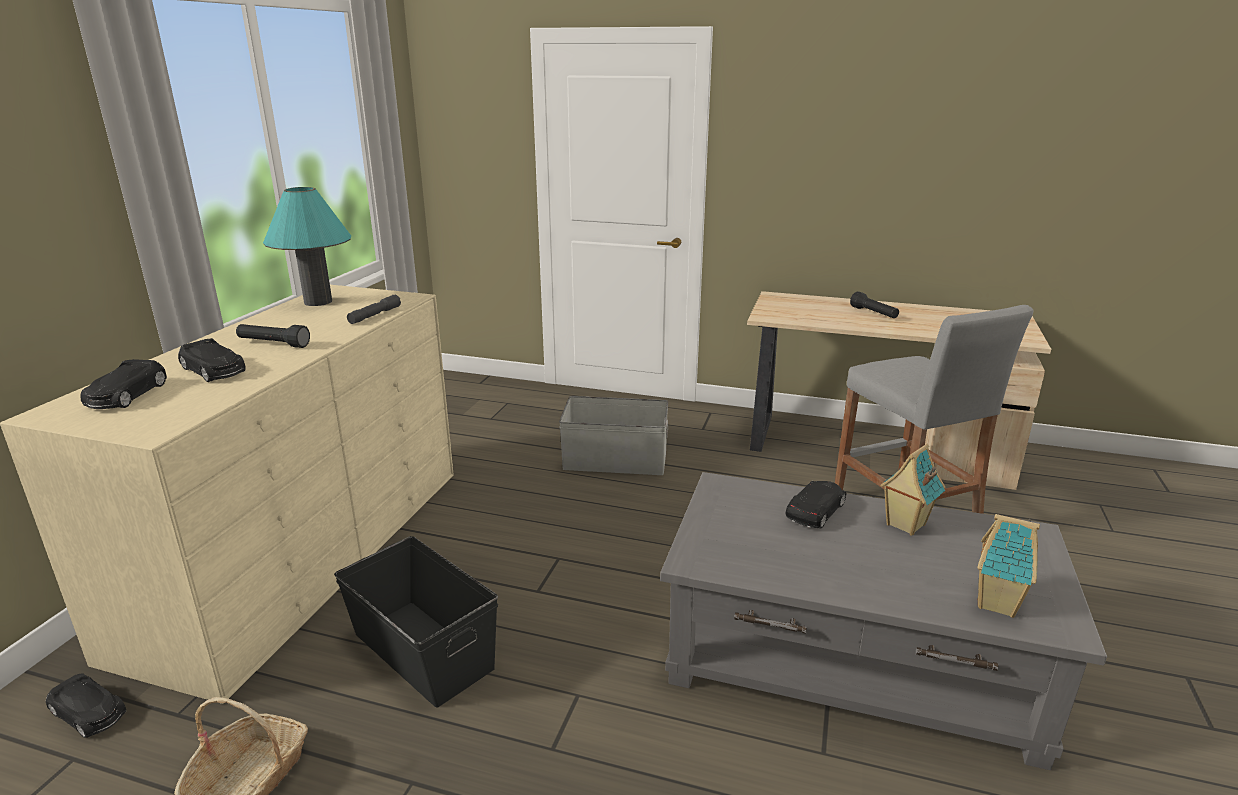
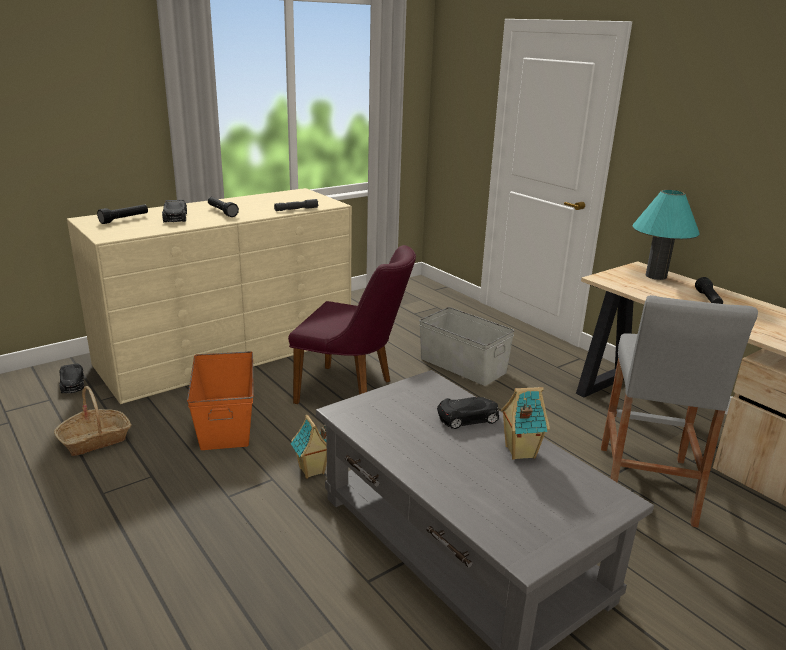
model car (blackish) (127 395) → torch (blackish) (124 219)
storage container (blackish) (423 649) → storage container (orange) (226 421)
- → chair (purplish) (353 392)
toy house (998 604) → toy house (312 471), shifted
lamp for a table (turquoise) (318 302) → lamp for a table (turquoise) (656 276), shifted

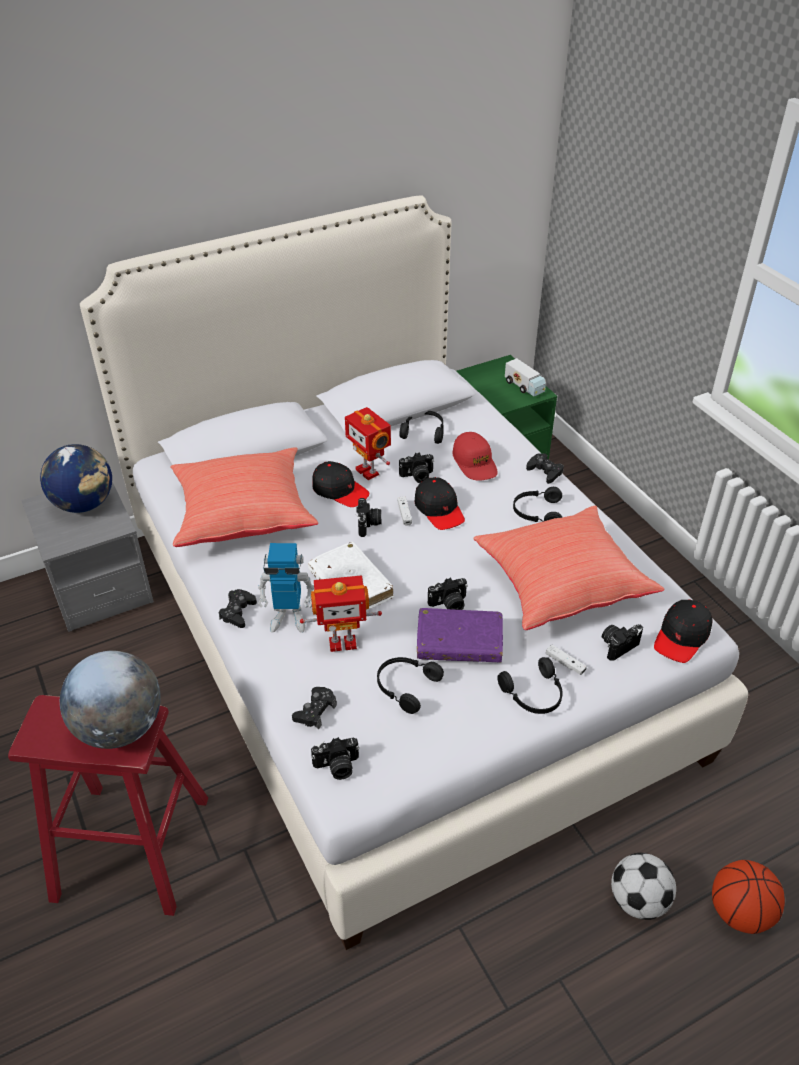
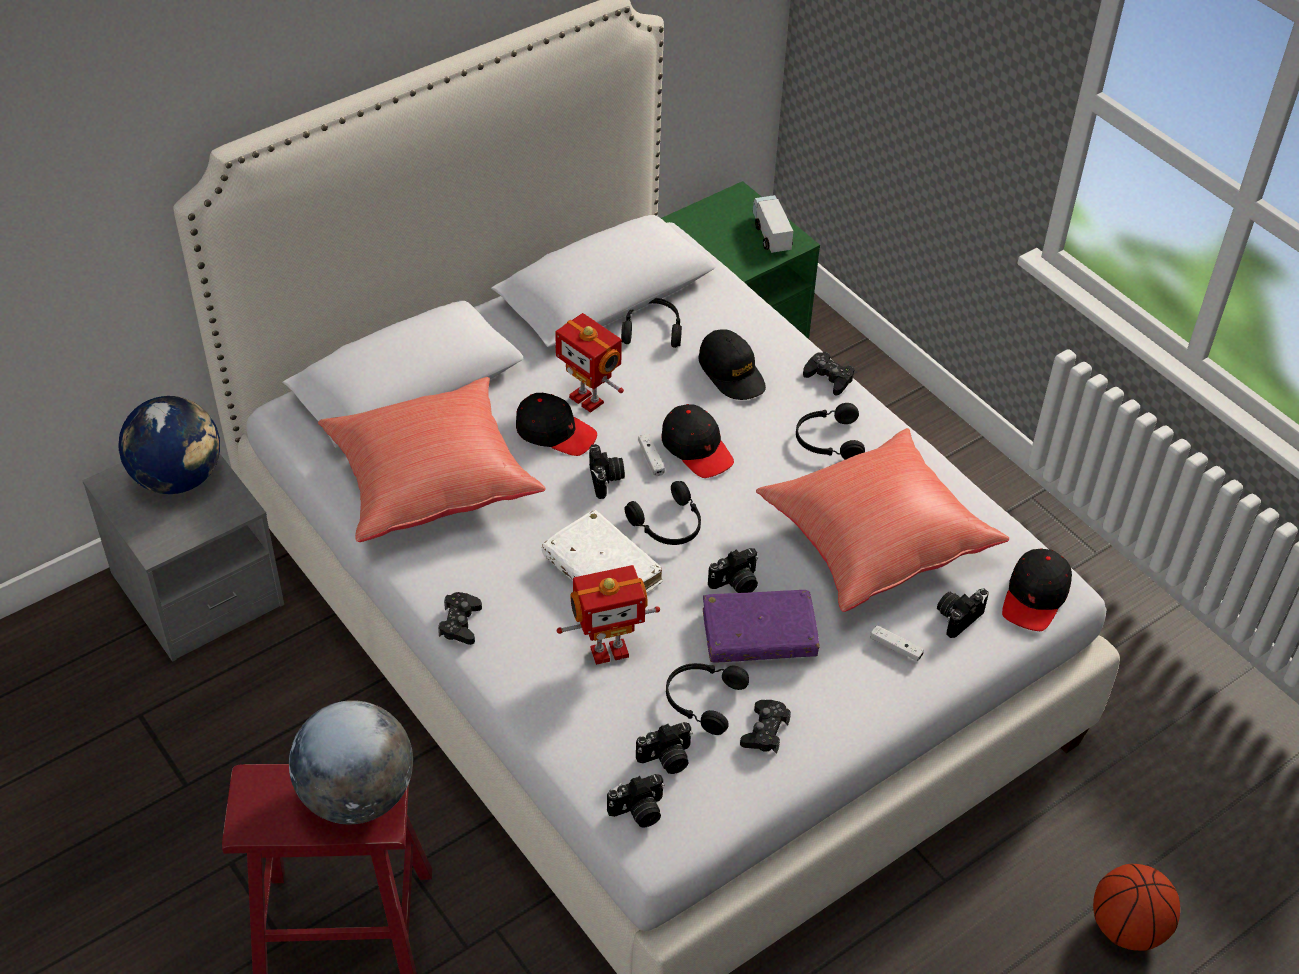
headset (blackish) (534 695) → headset (blackish) (669 525), shifted
photo camera (417 476) → photo camera (666 759), shifted
peaked cap (red) (475 463) → peaked cap (blackish) (732 373)
gamepad (blackish) (315 711) → gamepad (blackish) (765 731), shifted
model truck (524 386) → model truck (771 233), 150 degrees counterclockwise
toy robot (288 618) → -
football (638 901) → -

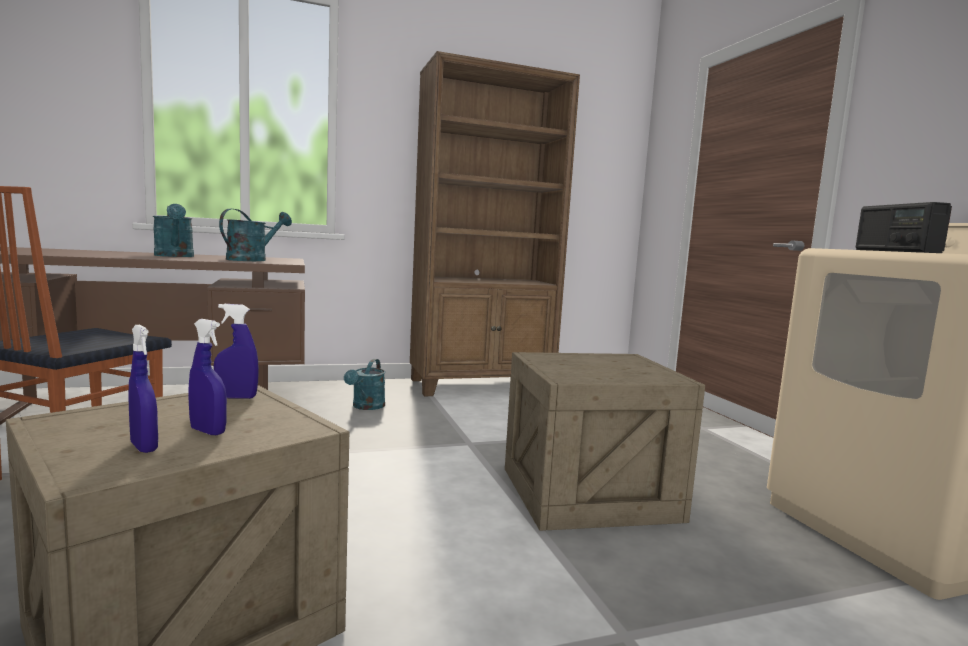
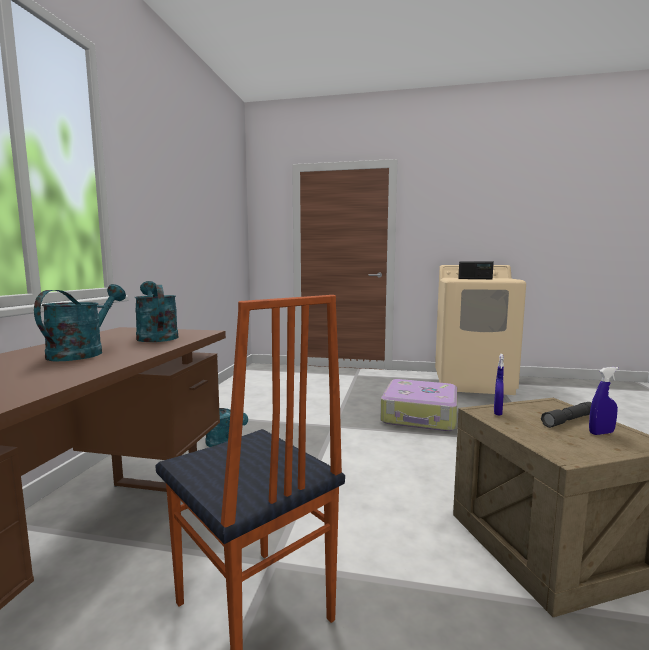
watering pot (turquoise) (175 256) → watering pot (turquoise) (83 353), 75 degrees counterclockwise
shipping crate (590 493) → travel case (420 416)
sprayer (blue-coloured) (208 431) → torch (greyish) (569 420)
bookshelf (brown) (482 385) → -

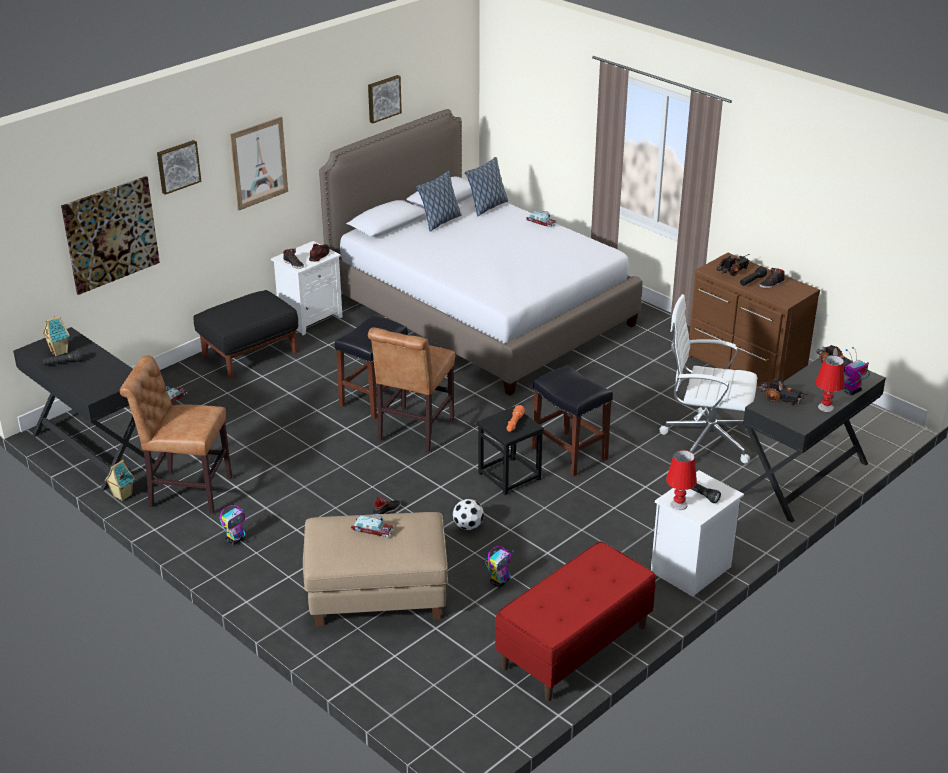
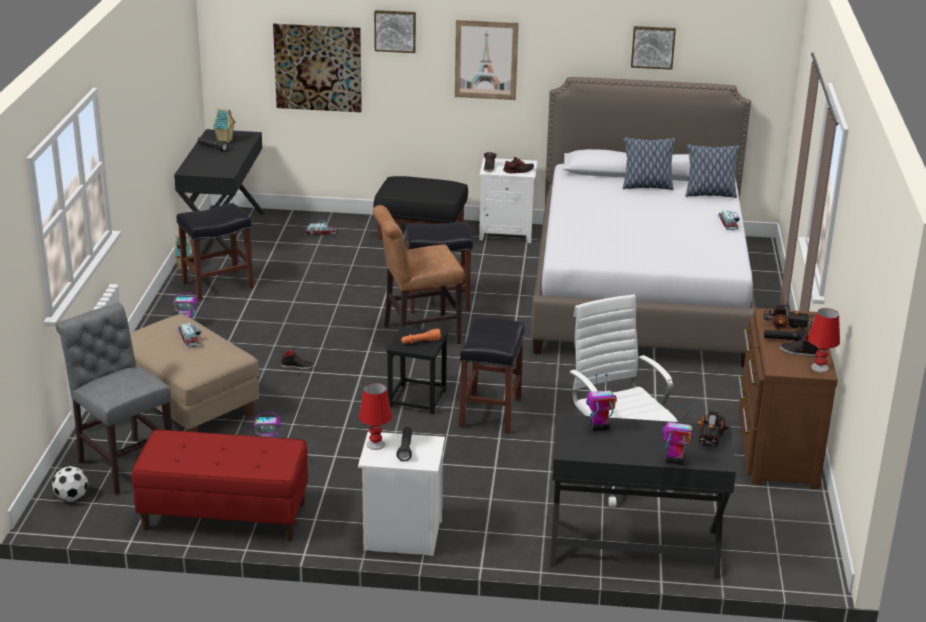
football (468 526) → football (71 498), shifted
- → chair (greyish) (124 463)
chair (brown) (186 491) → sitting stool (blackish) (218 285)
model truck (781 399) → toy robot (598 427)
lamp for a table (red) (826 407) → lamp for a table (red) (819 368), shifted

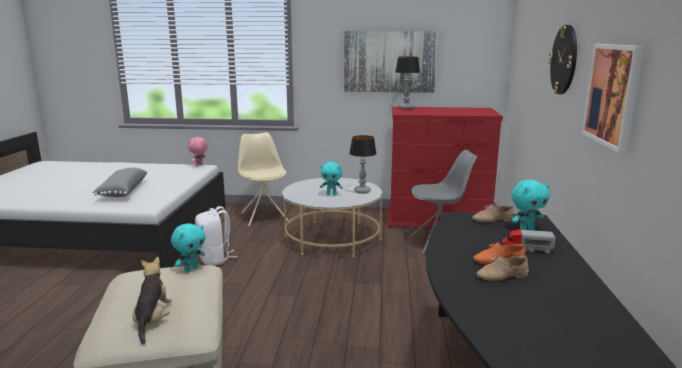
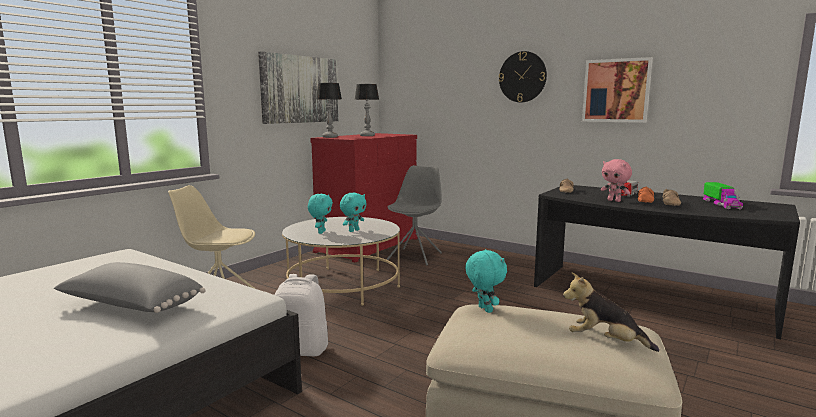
cuddly toy (turquoise) (526 229) → cuddly toy (turquoise) (321 232), shifted
lamp for a table (362 191) → lamp for a table (367 136), shifted
cuddly toy (pink) (199 165) → cuddly toy (pink) (614 201), shifted
- → model truck (721 204)

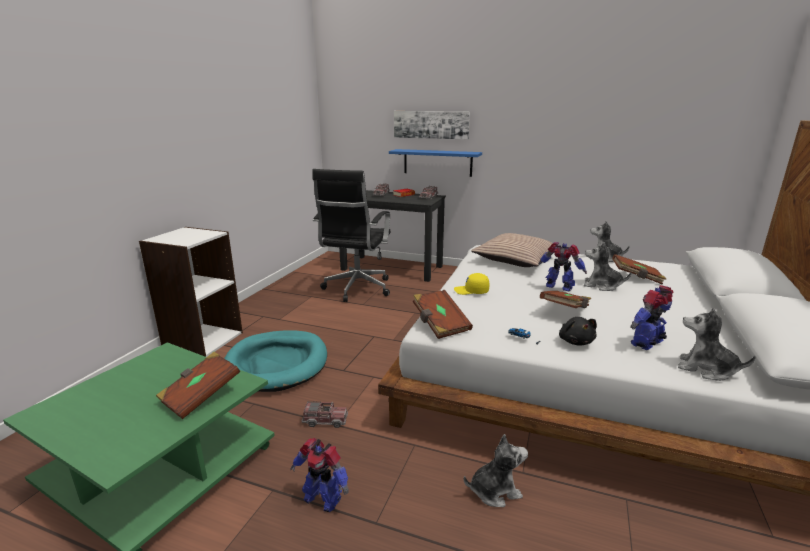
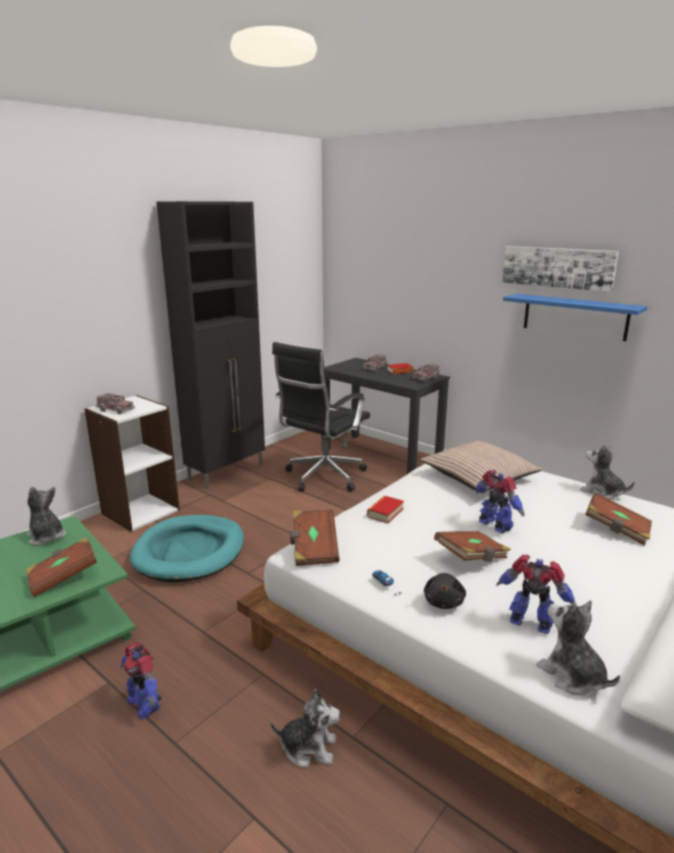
cuddly toy (601 285) → cuddly toy (46 537), shifted
model truck (325 420) → model truck (116 410), shifted
- → storage cabinet (blackish) (227 472)
peaked cap (yellowish) (471 291) → book (385 512)
toy robot (648 343) → toy robot (531 624), 45 degrees clockwise
wall art (431 124) → wall art (557 267), shifted
bracket shelf (blue-coloured) (437 162) → bracket shelf (blue-coloured) (574 316), shifted

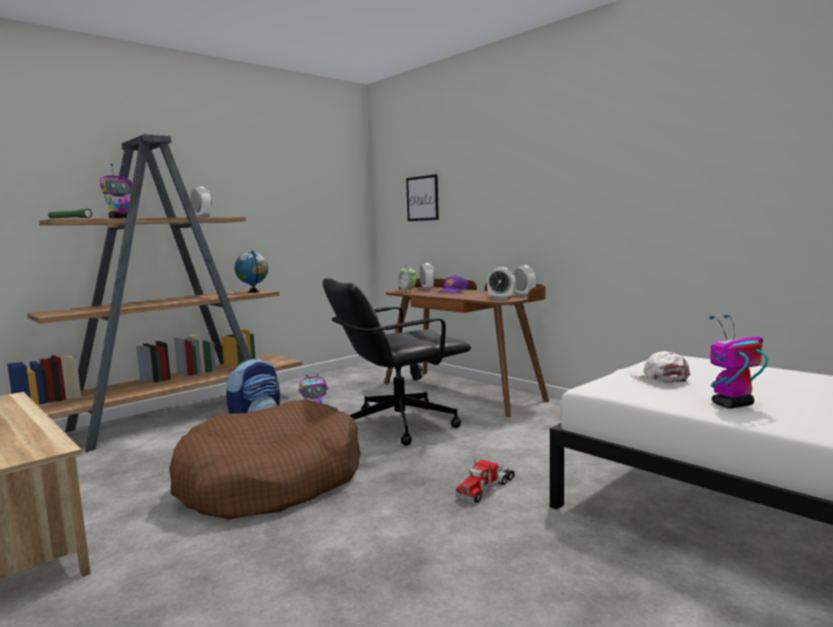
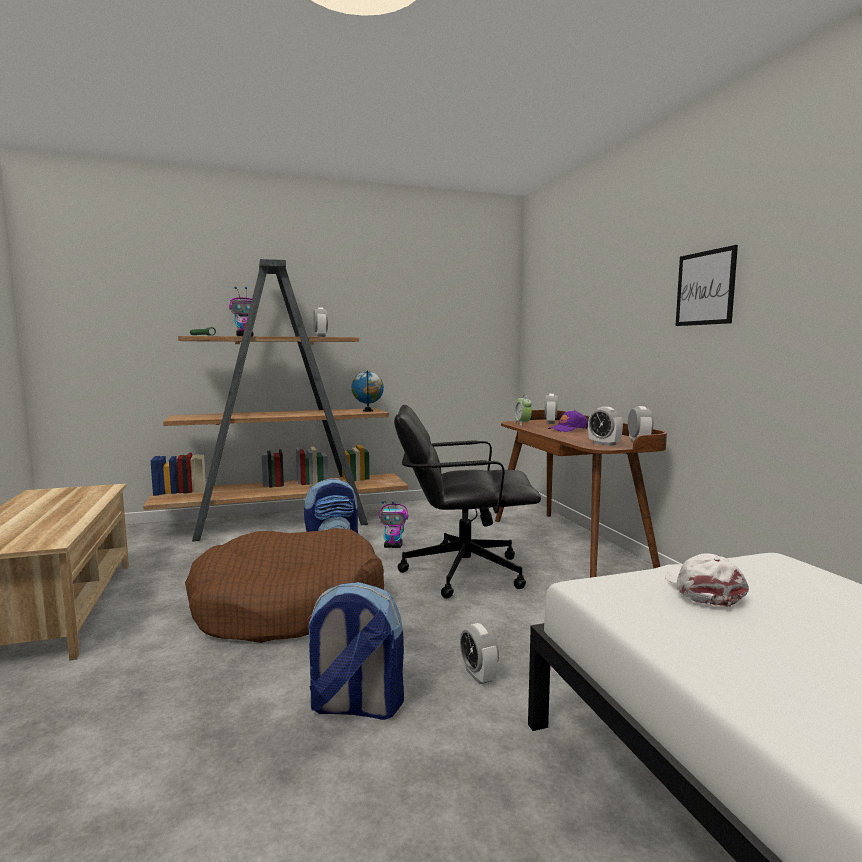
- → rucksack (355 706)
model truck (486 488) → alarm clock (478 675)
wall art (422 198) → wall art (705 288), shifted
toy robot (732 405) → -

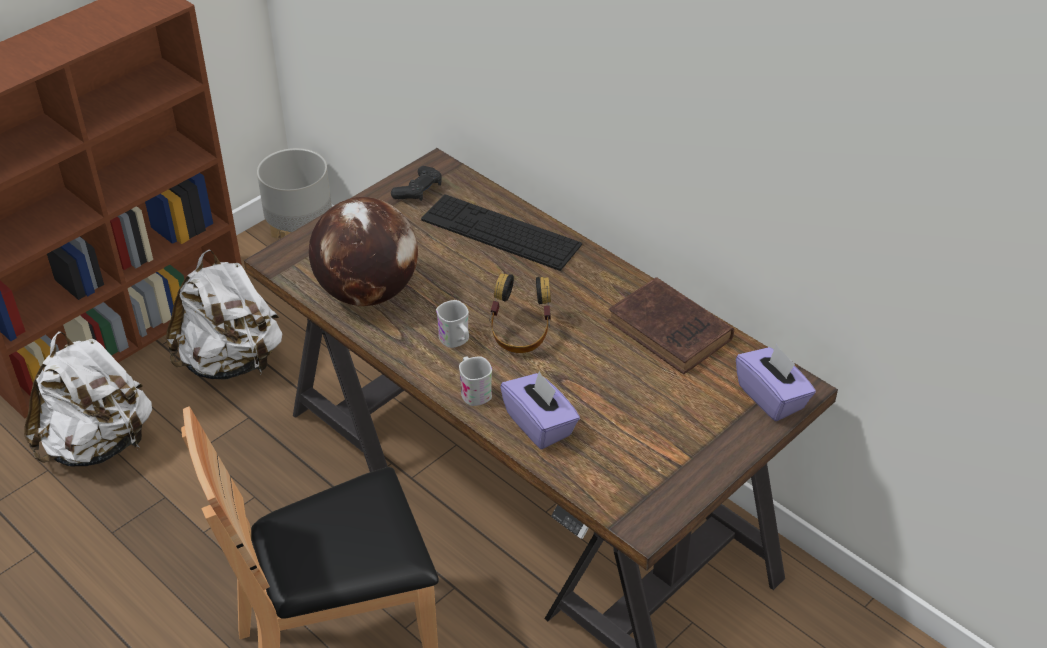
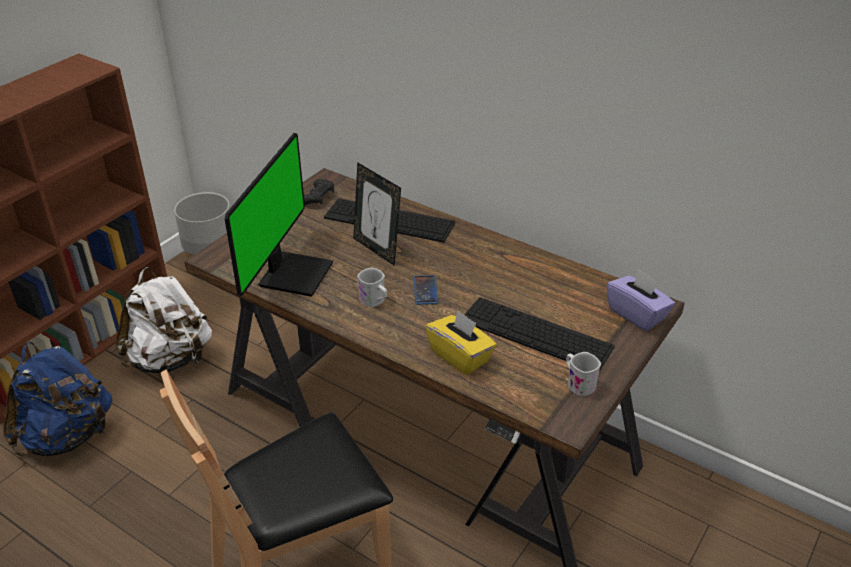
rucksack (whitish) (98 444) → rucksack (blue-coloured) (67 436)
world globe (367 292) → monitor (293 274)
- → photo frame (377 249)
headset (520 333) → handset (425 290)
tissue box (purplish) (540 424) → tissue box (yellowish) (460 356)
- → computer keyboard (536 334)
mug (whitish) (474 391) → mug (whitish) (578 383), shifted
book (brown) (672 332) → -

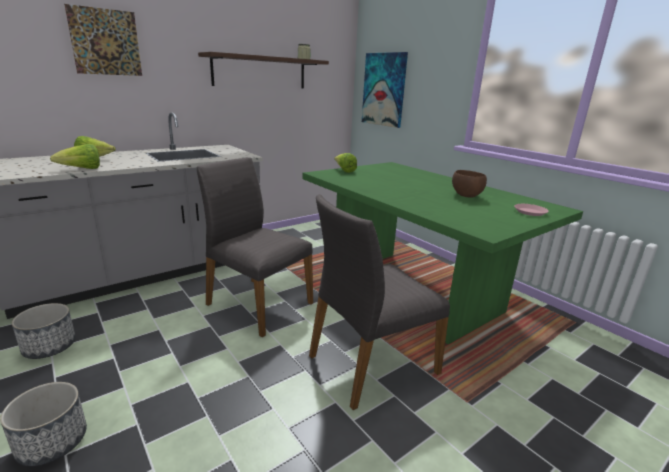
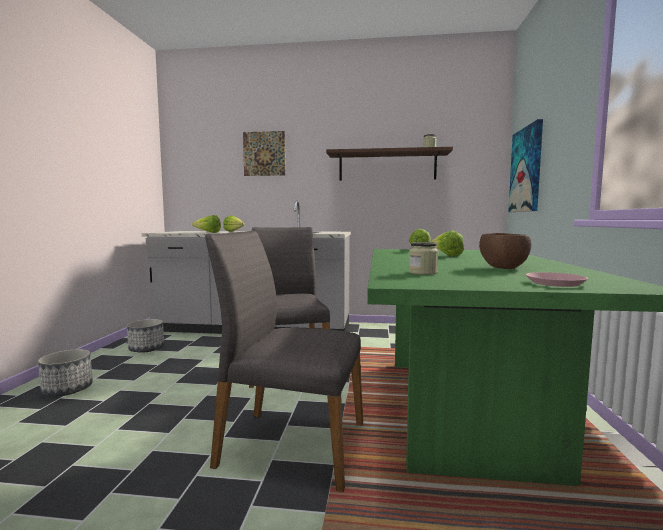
- → jar (423 272)
- → head of lettuce (446 255)

